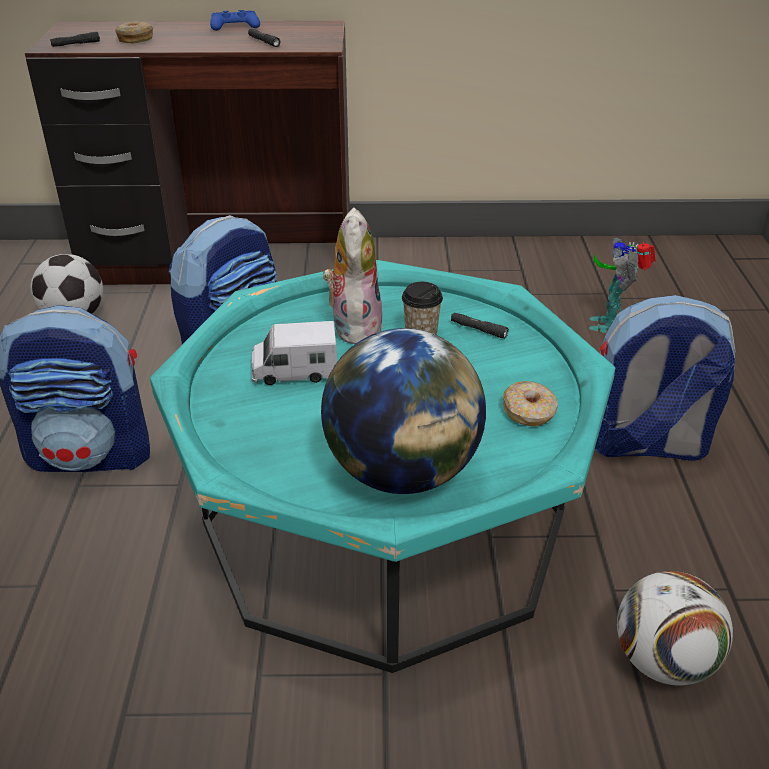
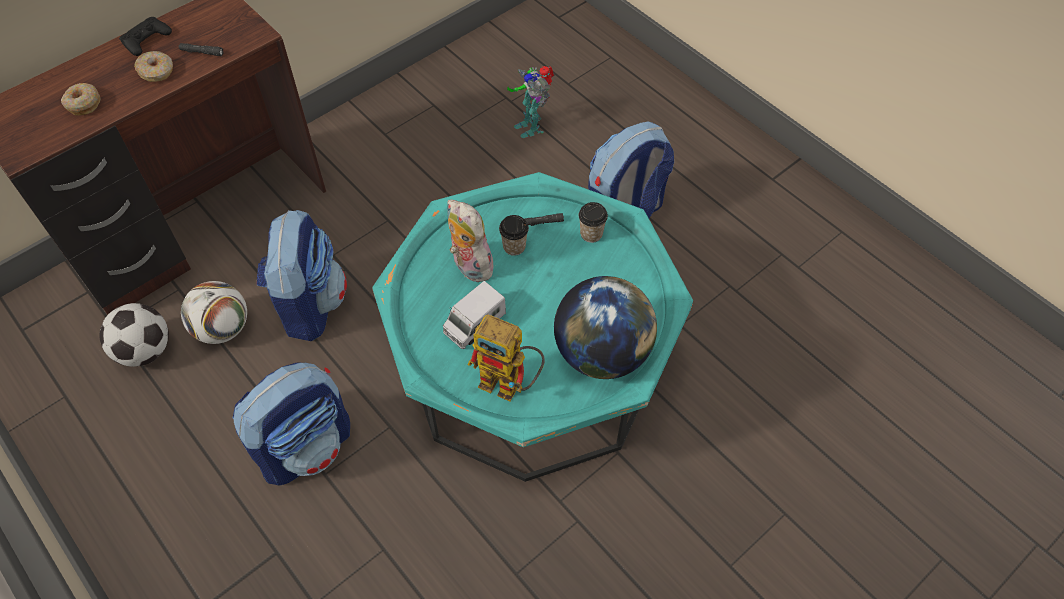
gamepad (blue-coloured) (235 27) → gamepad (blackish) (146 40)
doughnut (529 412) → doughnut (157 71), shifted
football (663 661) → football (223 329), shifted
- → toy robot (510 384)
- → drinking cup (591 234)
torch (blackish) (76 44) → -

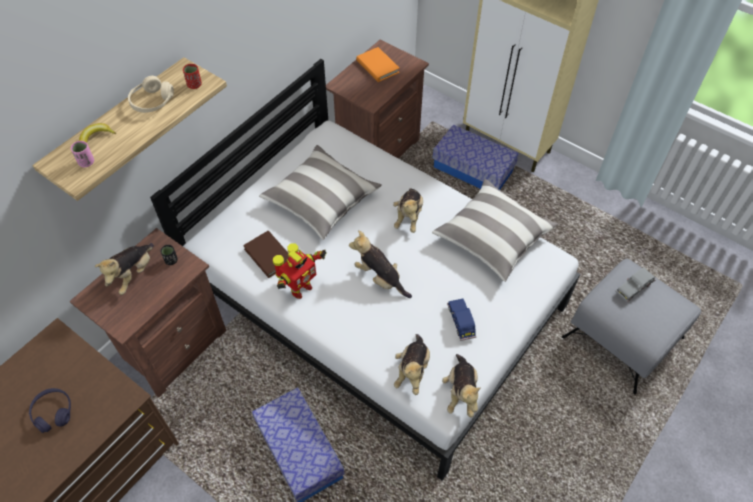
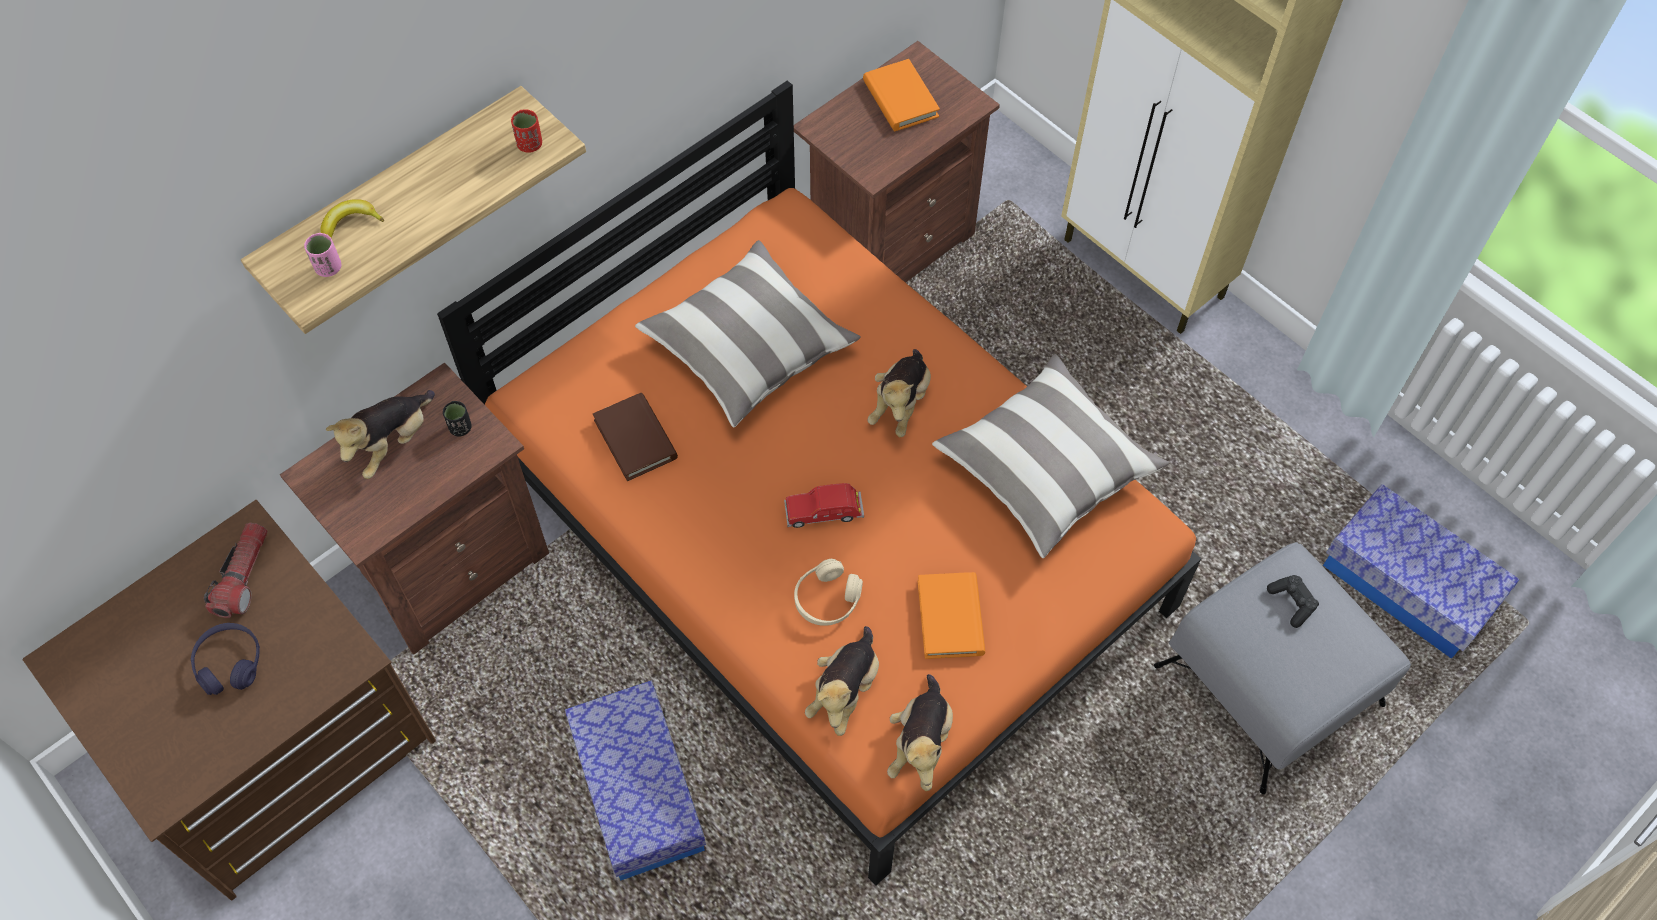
- → torch (243 576)
bedroom bed (whitish) (377 299) → bedroom bed (orange) (830 538)
cuddly toy (380 278) → model car (red) (824 513)
headset (beige) (152 102) → headset (beige) (827 599), shifted
model car (blue-coloured) (461 322) → book (orange) (950 618)
model car (greyish) (634 288) → gamepad (blackish) (1292 603)
storage container (473 170) → storage container (1407 585), shifted
toy robot (300 289) → -

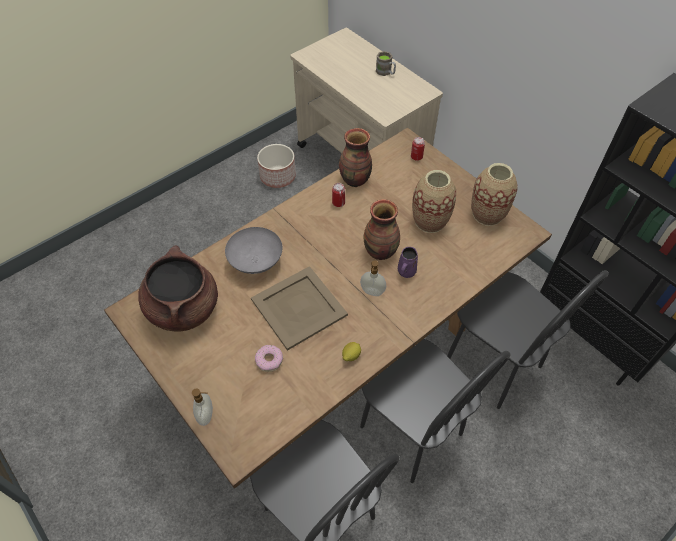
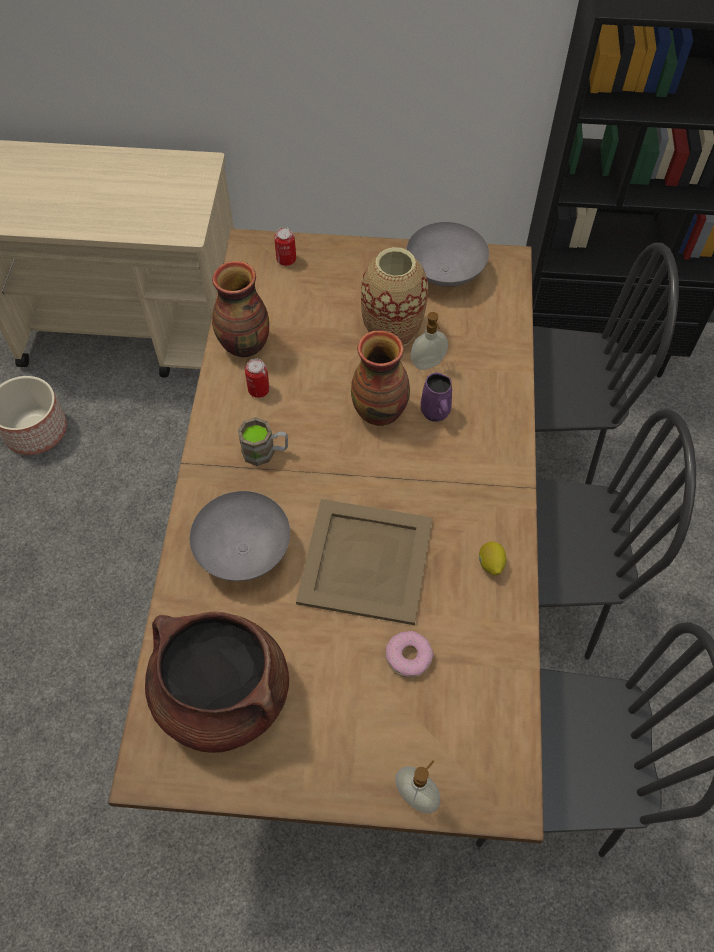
mug (brown) (386 72) → mug (brown) (265 452), shifted
flower vase (487 214) → serving bowl (greyish) (443 272)
soap dispenser (372 292) → soap dispenser (428 364), shifted

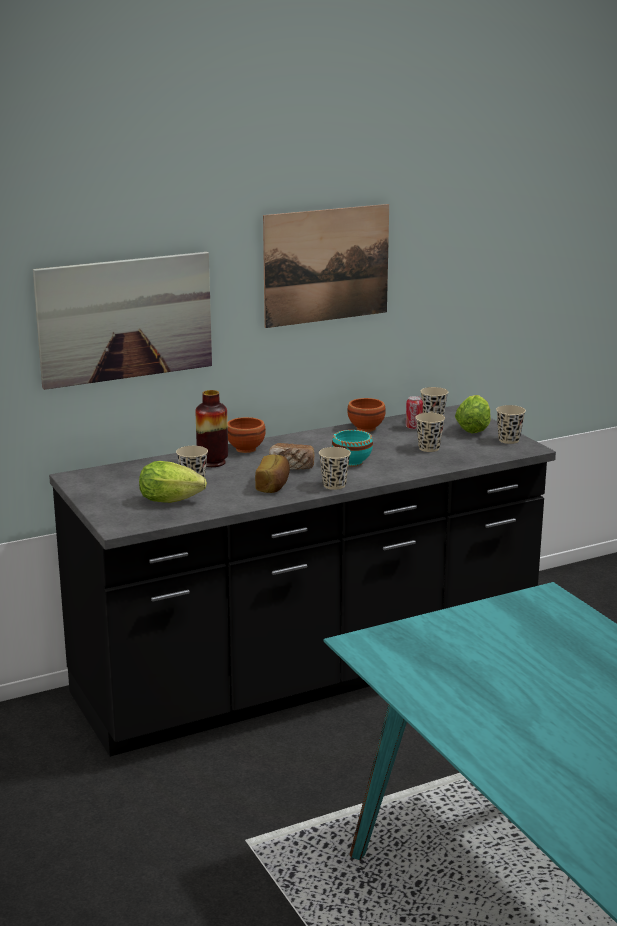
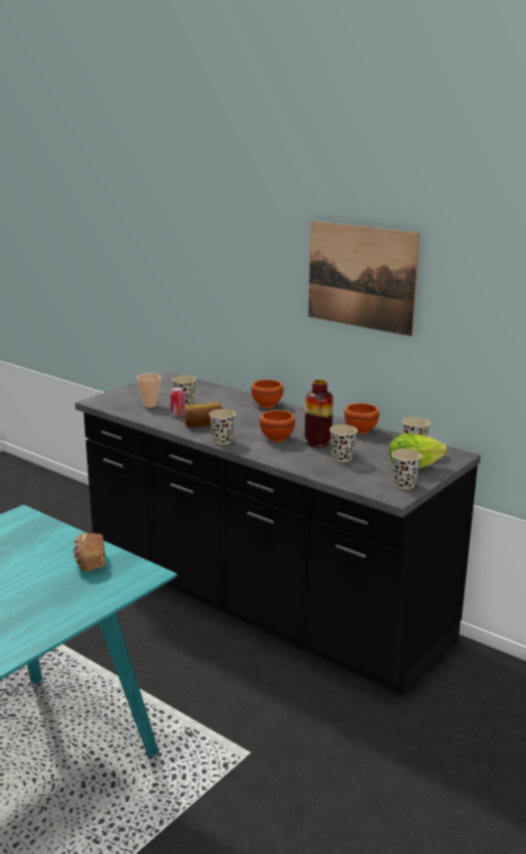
bread (292 467) → bread (89 562), shifted
head of lettuce (174 501) → drinking cup (150 405)
can (413 427) → can (177 415), shifted
serving bowl (turquoise) (352 463) → serving bowl (brown) (275 439)
flower vase (212 462) → flower vase (317 443), shifted
wall art (125 318) → -

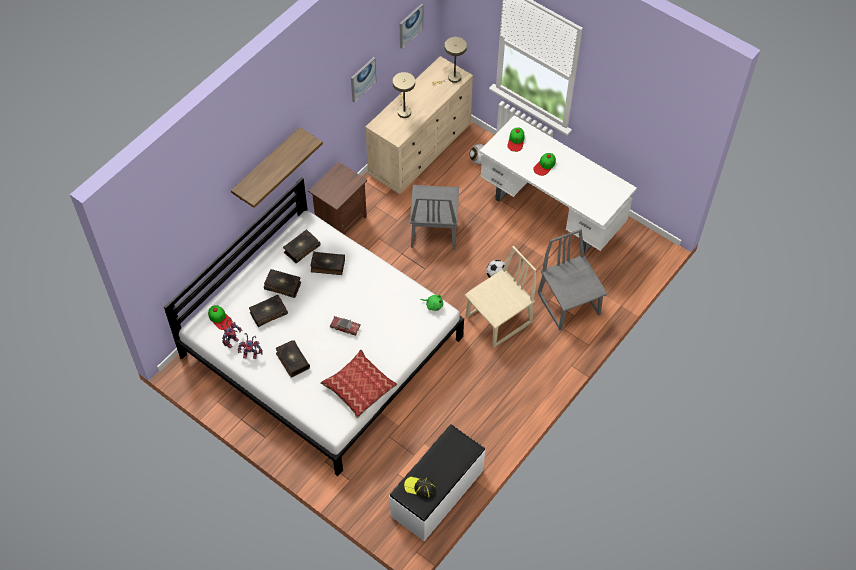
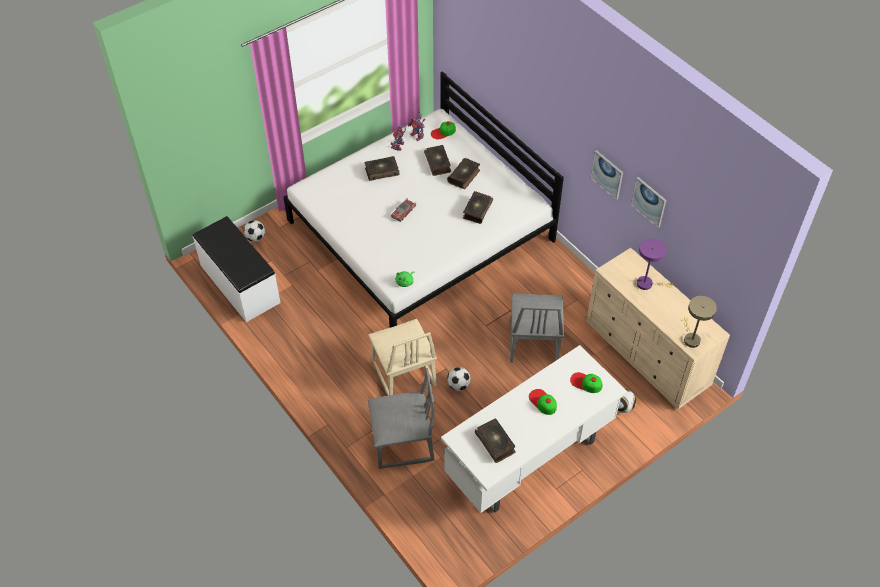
- → football (255 237)
book (301 249) → book (495 443), shifted
chair (greyish) (433 230) → chair (greyish) (533 343), 105 degrees counterclockwise
wall art (410 25) → wall art (607 174), shifted
lamp for a table (beige) (403 111) → lamp for a table (purplish) (647 284)
bracket shelf (267 165) → -
bedside table (brown) (340 221) → -
cushion (359 387) → -
peaked cap (420 487) → -

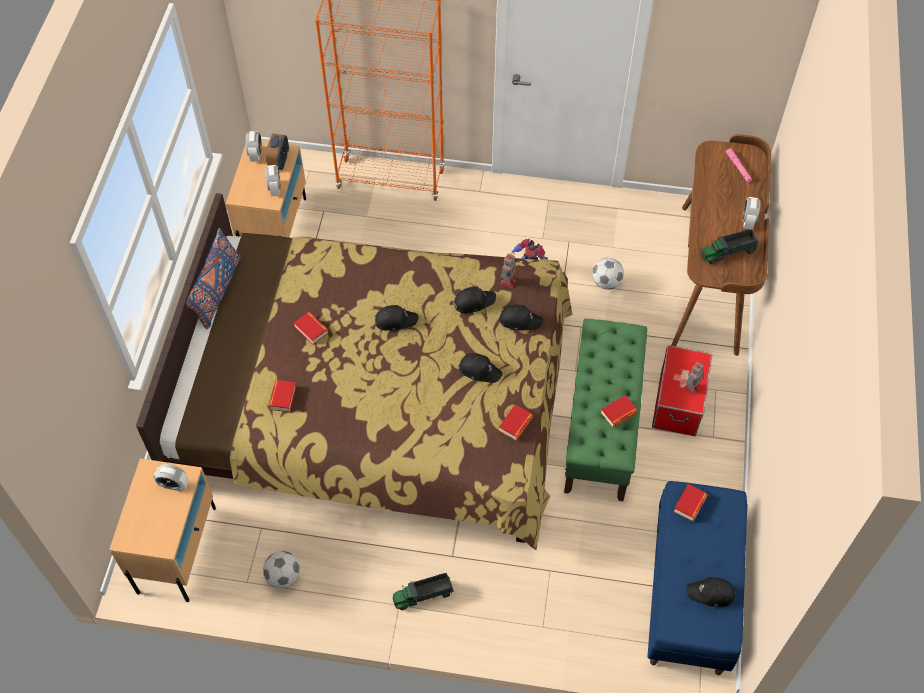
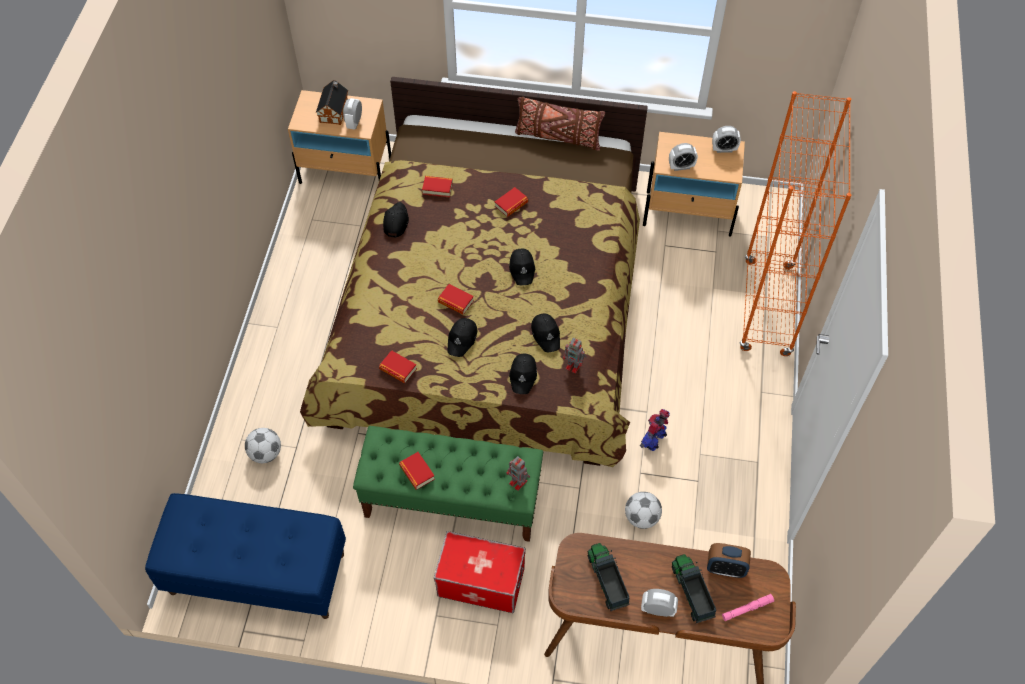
football (283 576) → football (266 453), shifted
- → toy house (334 110)
peaked cap (blackish) (711 594) → peaked cap (blackish) (395 222), shifted
book (690 504) → book (455 301), shifted
toy robot (692 387) → toy robot (518 483), shifted
cushion (blue-coloured) (217 292) → cushion (brown) (558 137)
model truck (423 595) → model truck (691 592), shifted
alarm clock (279 162) → alarm clock (725 568), shifted

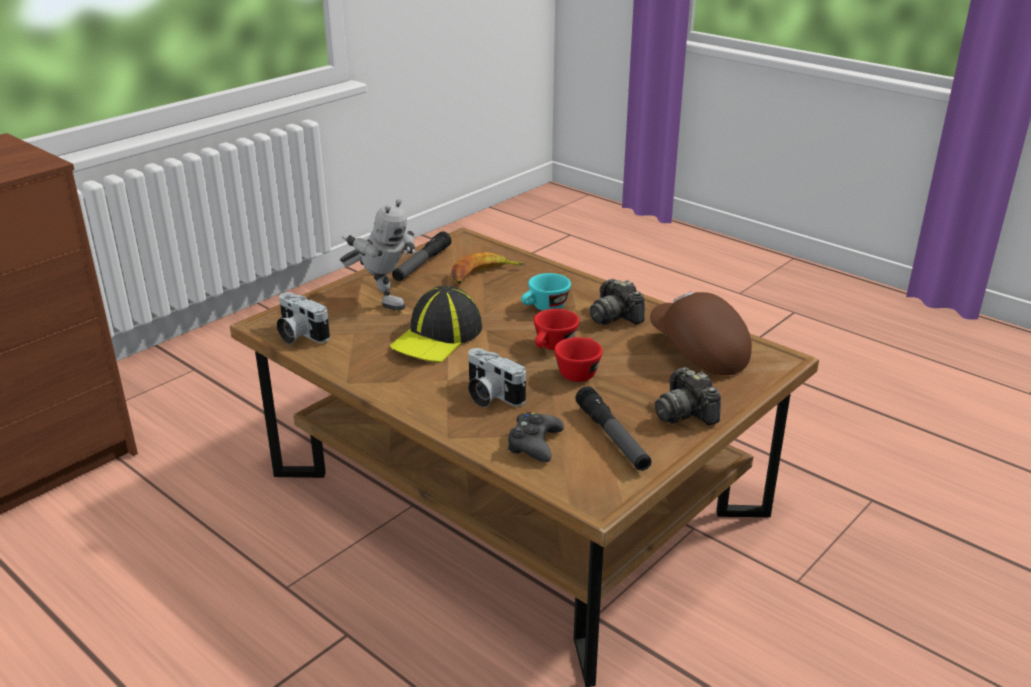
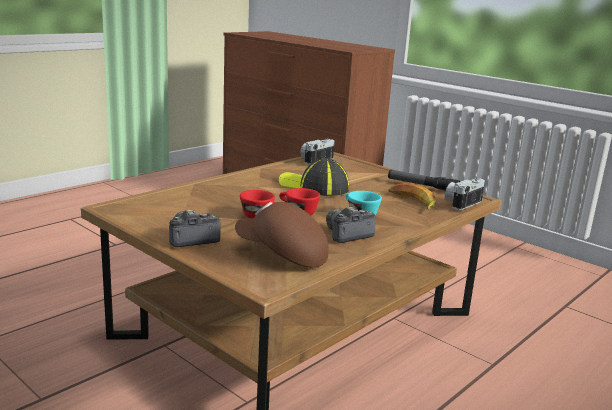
peaked cap (brown) (697 352) → peaked cap (brown) (282 254), 120 degrees counterclockwise
photo camera (489 396) → photo camera (461 203), shifted
toy robot (382 300) → -
gamepad (blackish) (534 444) → -
torch (612 437) → -

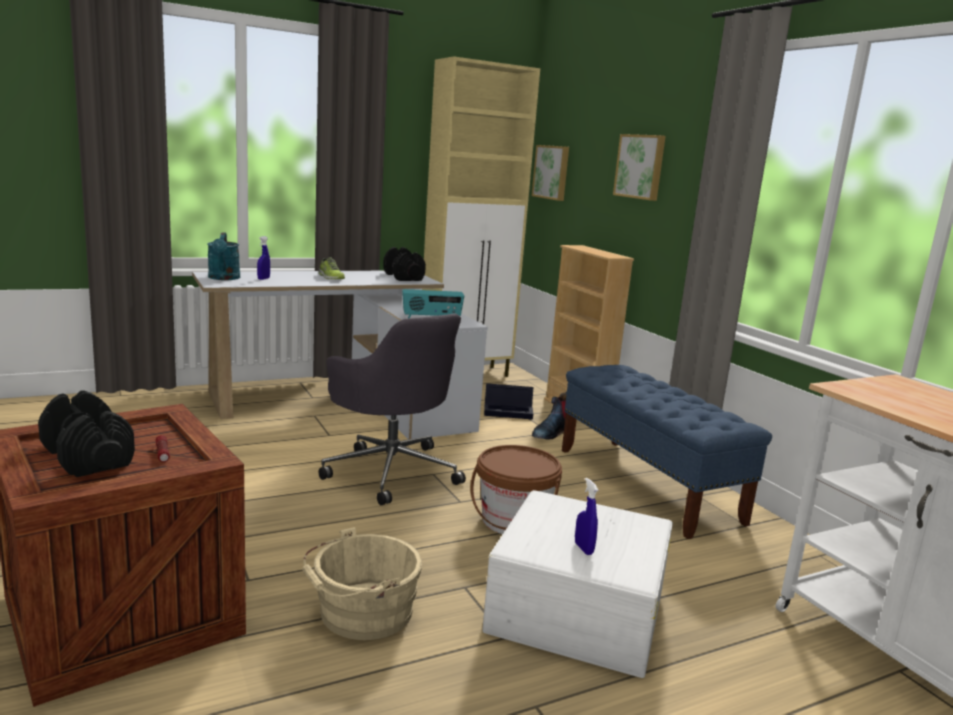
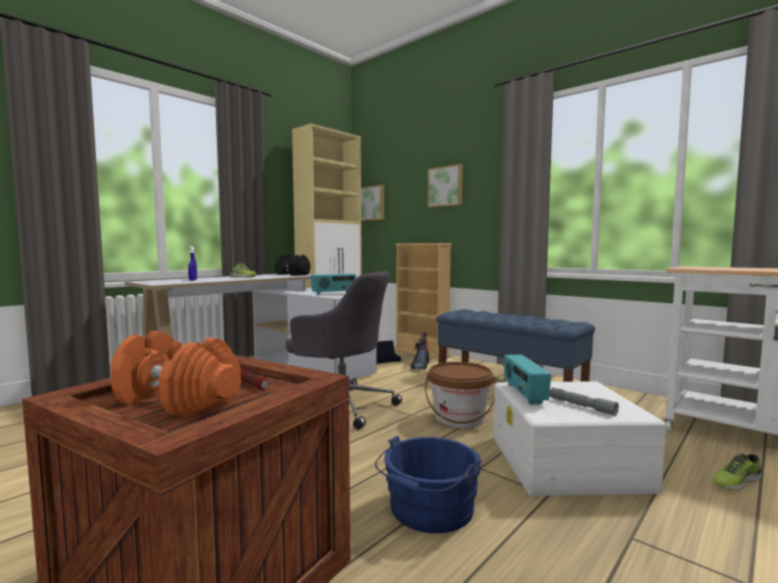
free weight (blackish) (87 457) → free weight (orange) (174 400)
water bucket (beige) (361 613) → water bucket (blue-coloured) (429 510)
- → radio receiver (524 394)
sprayer (blue-coloured) (583 548) → torch (greyish) (582 406)
- → shoe (735 481)
watering pot (turquoise) (224 278) → -

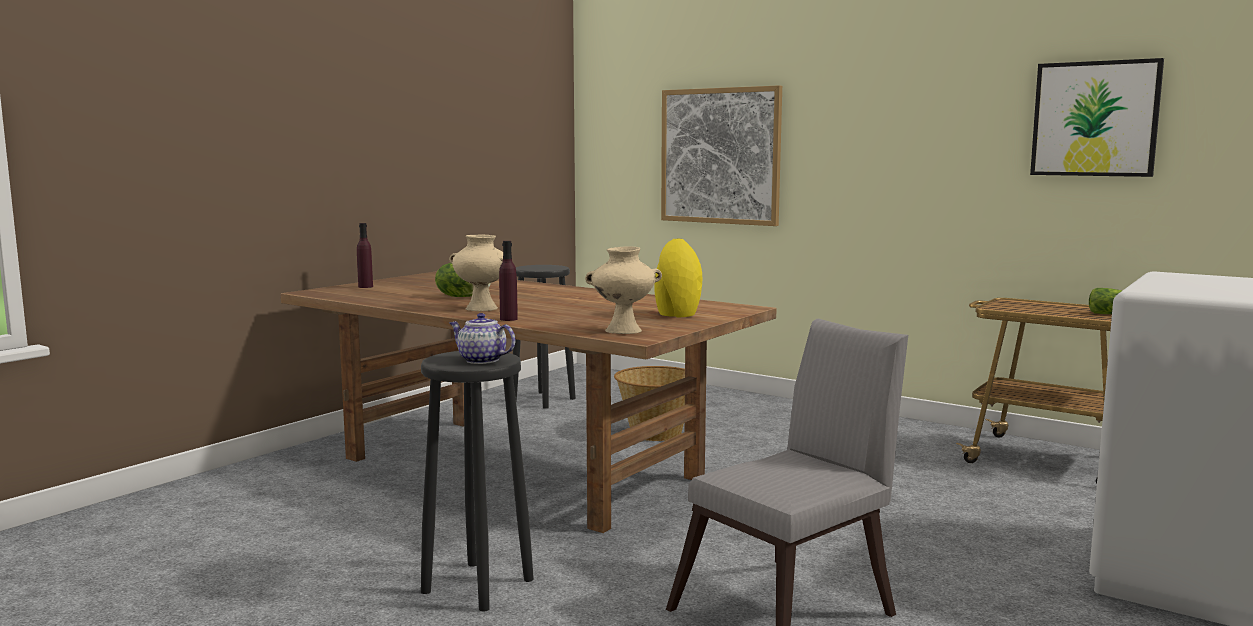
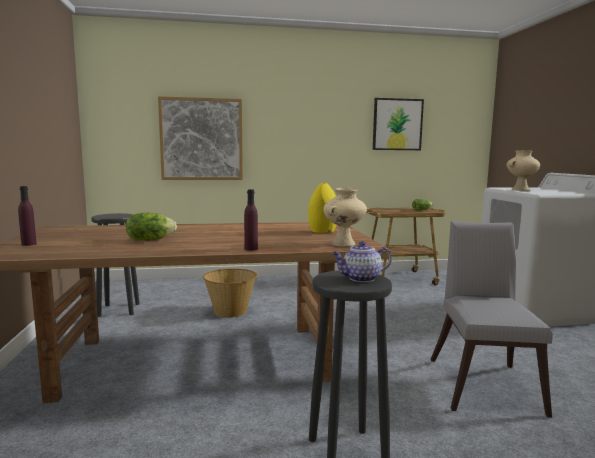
flower vase (beige) (482 308) → flower vase (beige) (520 190), shifted

